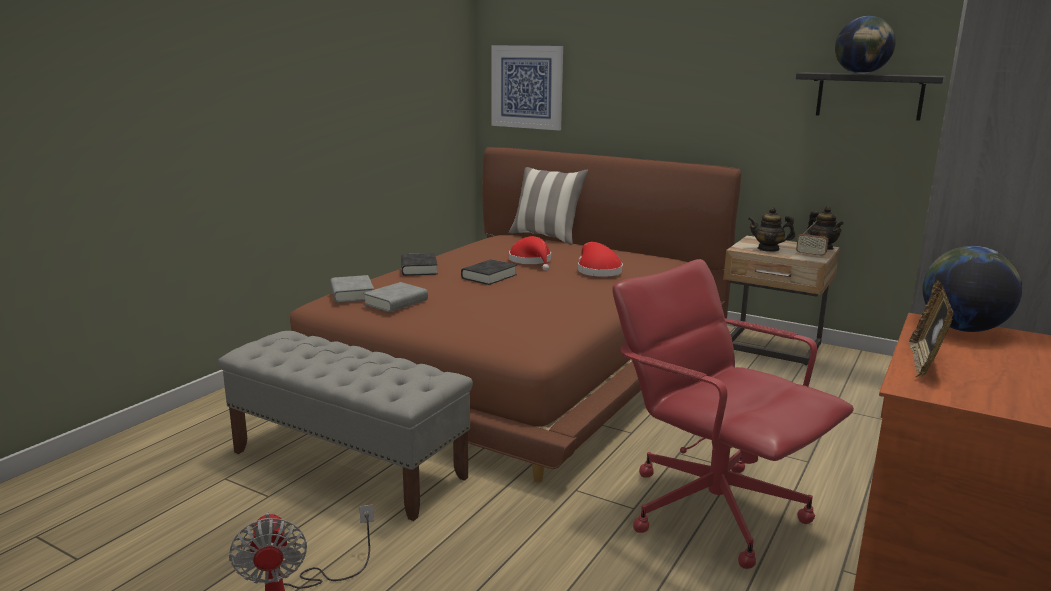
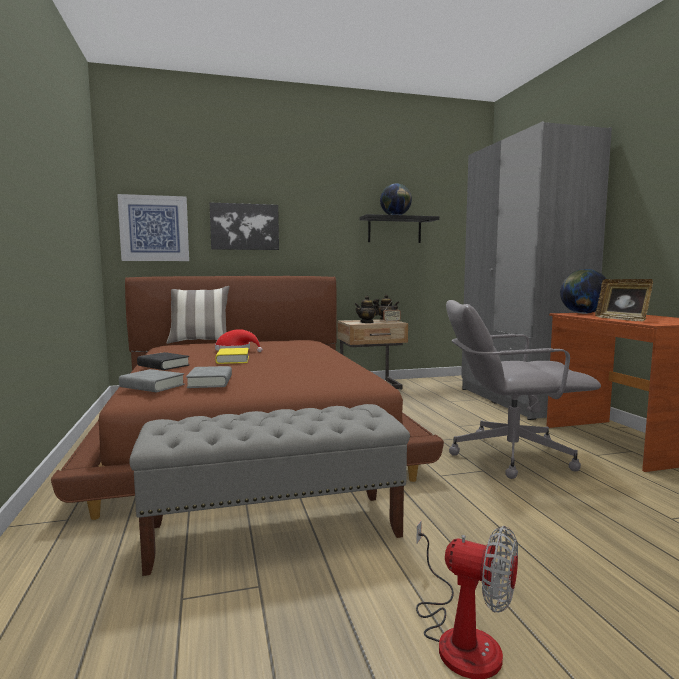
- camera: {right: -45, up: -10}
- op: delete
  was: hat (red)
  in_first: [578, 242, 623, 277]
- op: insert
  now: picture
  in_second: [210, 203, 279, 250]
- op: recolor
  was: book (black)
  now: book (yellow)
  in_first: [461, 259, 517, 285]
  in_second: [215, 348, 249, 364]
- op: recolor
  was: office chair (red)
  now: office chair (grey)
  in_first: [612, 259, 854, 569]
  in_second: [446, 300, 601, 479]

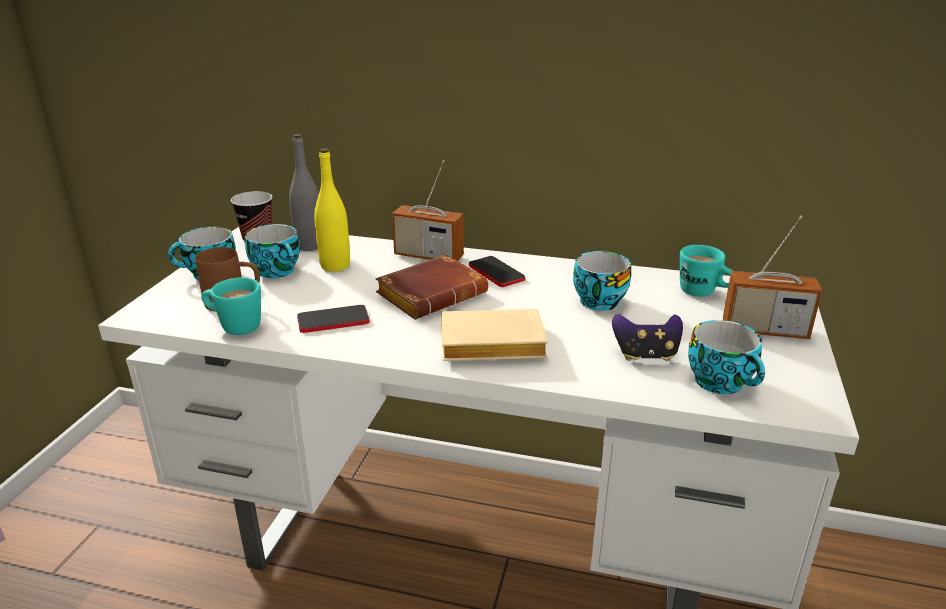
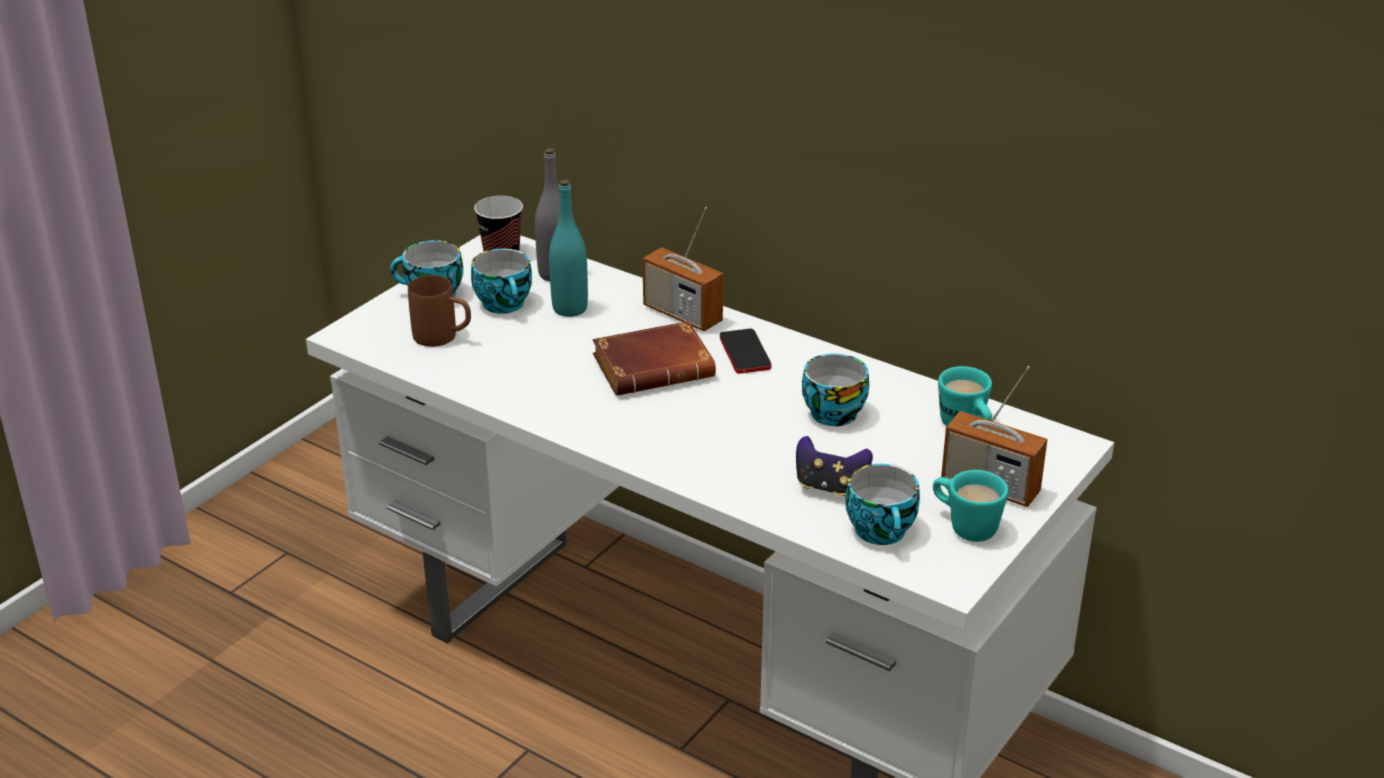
- camera: {right: 20, up: 5}
- op: delete
  was: phone
  in_first: [297, 305, 370, 333]
- op: delete
  was: book (beige)
  in_first: [441, 309, 548, 361]
- op: move
  was: mug (turquoise)
  in_first: [201, 277, 261, 335]
  in_second: [933, 470, 1008, 542]
- op: recolor
  was: bottle (yellow)
  now: bottle (turquoise)
  in_first: [314, 148, 350, 272]
  in_second: [549, 179, 588, 317]

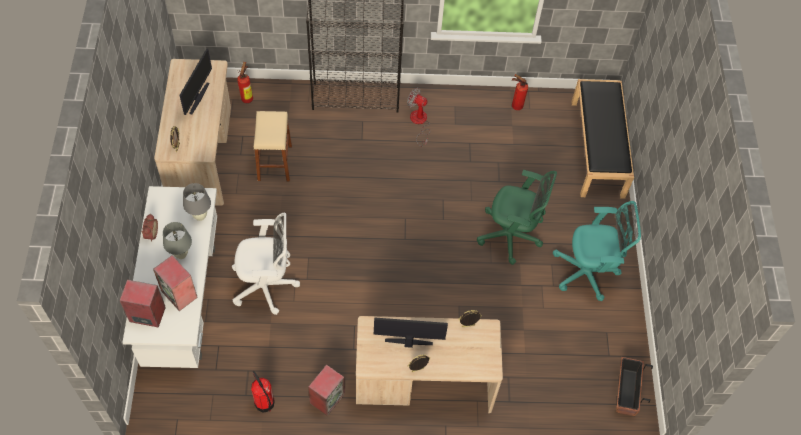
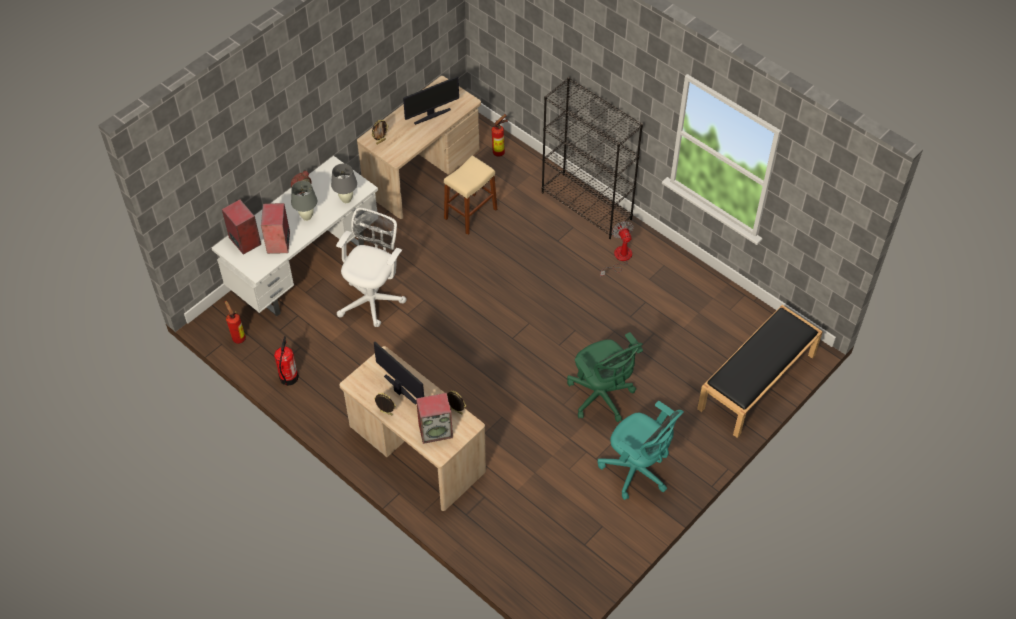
- camera: {right: 45, up: -5}
- op: delete
  was: planter
  in_first: [616, 357, 653, 416]
- op: move
  was: speaker
  in_first: [308, 365, 345, 416]
  in_second: [416, 393, 453, 444]
- op: move
  was: fire extinguisher
  in_first: [512, 74, 528, 110]
  in_second: [224, 300, 246, 344]
- op: rotate
  was: office chair (white)
  in_first: [232, 213, 300, 315]
  in_second: [336, 208, 407, 327]
  clockwise: -105

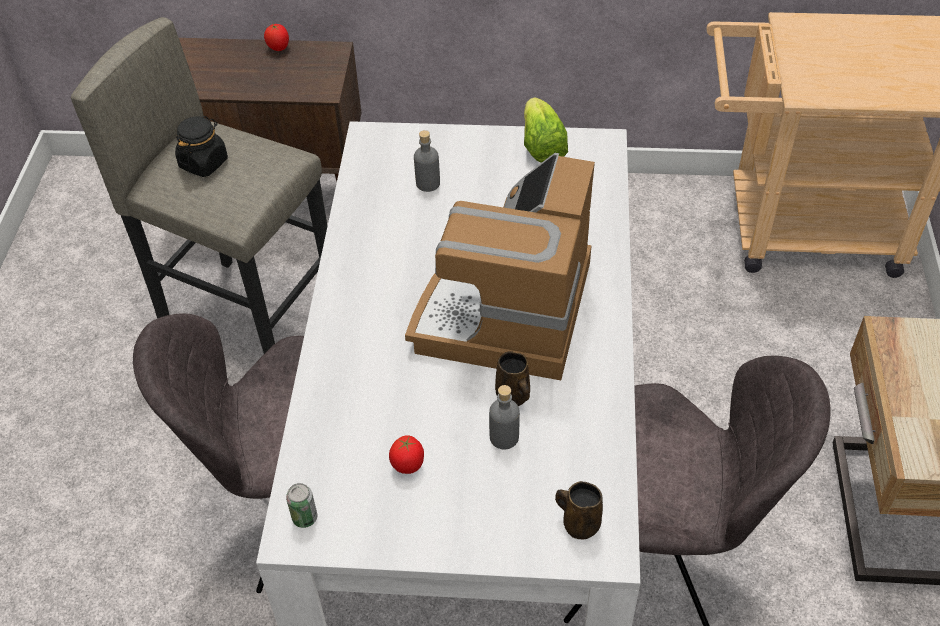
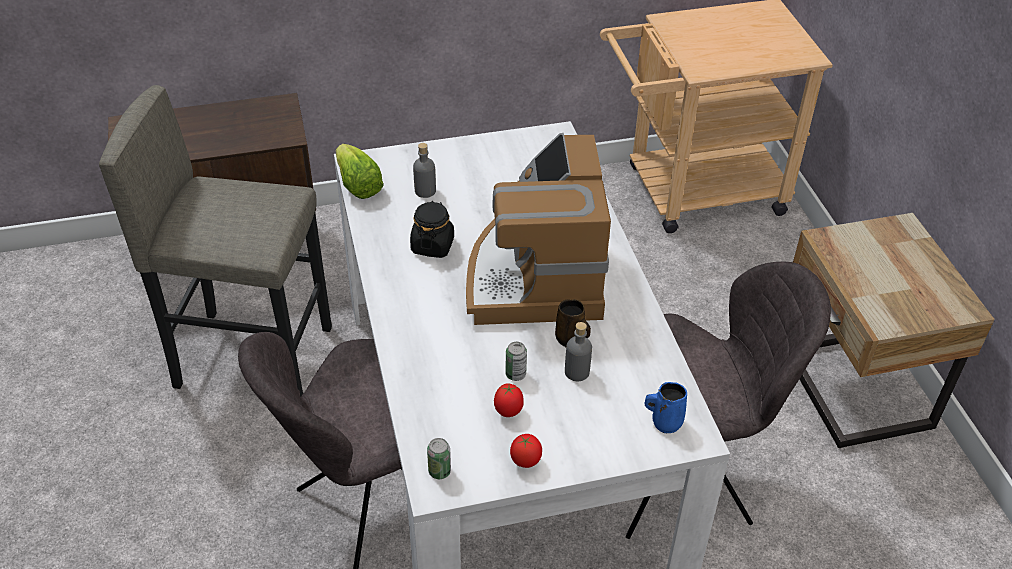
- camera: {right: -20, up: -5}
- op: insert
  now: can
  in_second: [505, 342, 527, 381]
- op: move
  was: jar (black)
  in_first: [175, 116, 228, 177]
  in_second: [410, 201, 454, 258]
- op: move
  was: tomato
  in_first: [264, 24, 289, 51]
  in_second: [510, 434, 542, 468]
- op: move
  was: lettuce
  in_first: [524, 97, 568, 163]
  in_second: [336, 144, 384, 199]
- op: recolor
  was: mug (brown)
  now: mug (blue)
  in_first: [555, 481, 603, 540]
  in_second: [644, 382, 687, 433]

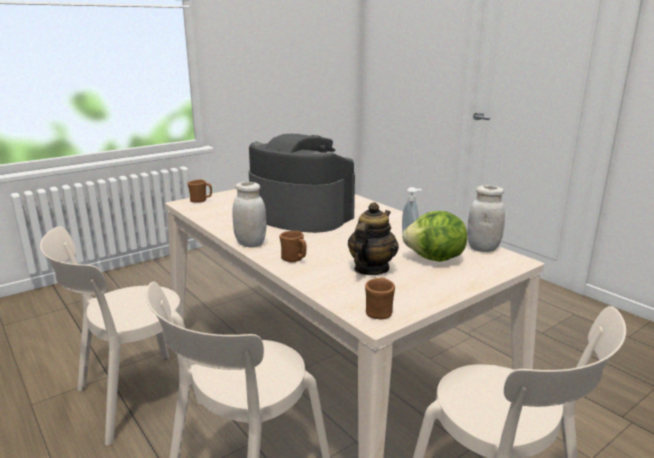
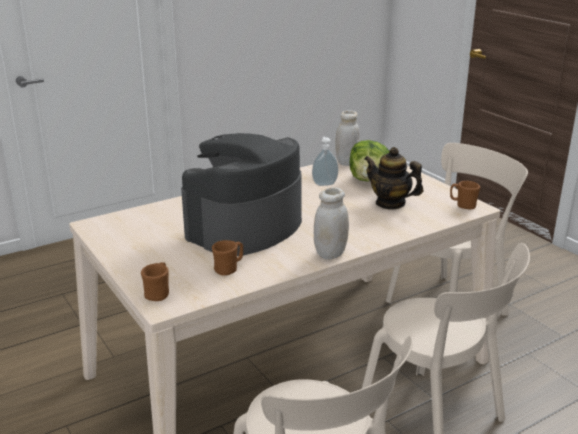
- camera: {right: -85, up: 5}
- op: move
  was: mug (brown)
  in_first: [279, 231, 306, 262]
  in_second: [212, 240, 243, 276]

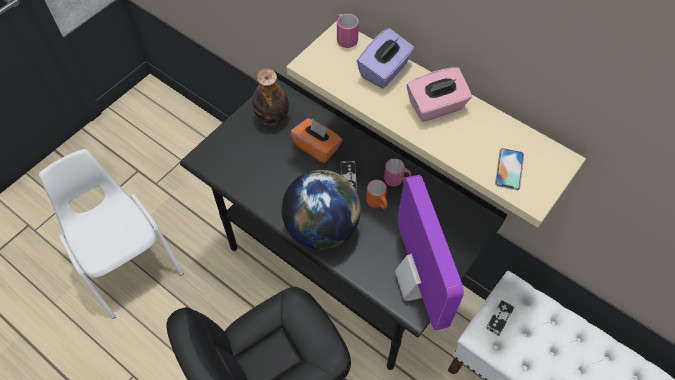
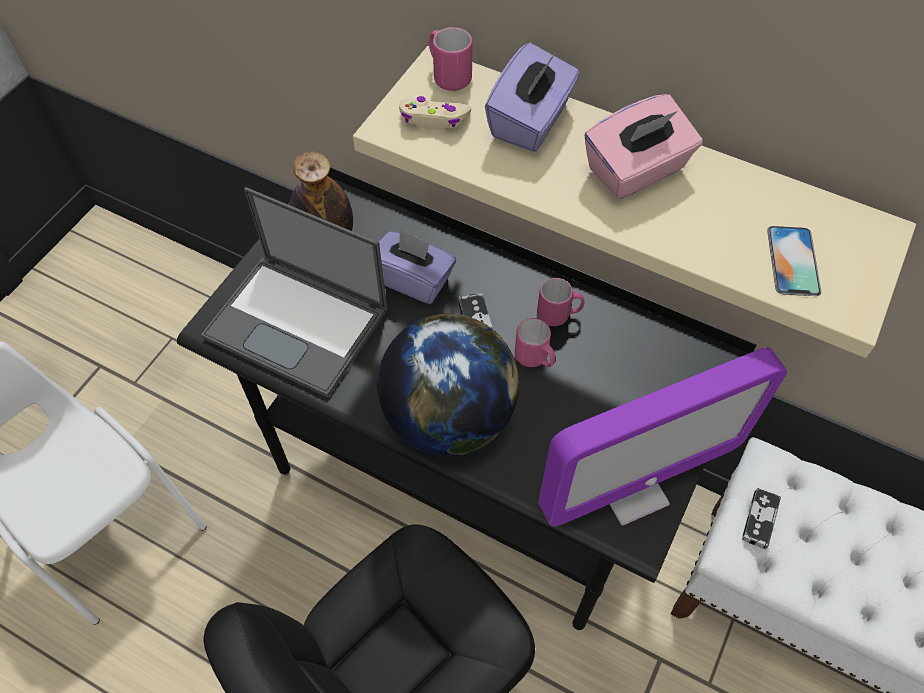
- camera: {right: -10, up: 0}
- op: insert
  now: laptop
  in_second: [201, 187, 388, 398]
- op: insert
  now: game controller (beige)
  in_second: [399, 96, 471, 130]
- op: recolor
  was: tissue box (orange)
  now: tissue box (purple)
  in_first: [291, 118, 343, 163]
  in_second: [379, 229, 456, 304]
- op: recolor
  was: mug (orange)
  now: mug (pink)
  in_first: [366, 180, 387, 209]
  in_second: [515, 318, 556, 367]
- op: rotate
  was: monitor
  in_first: [395, 175, 464, 330]
  in_second: [539, 347, 787, 526]
  clockwise: 90

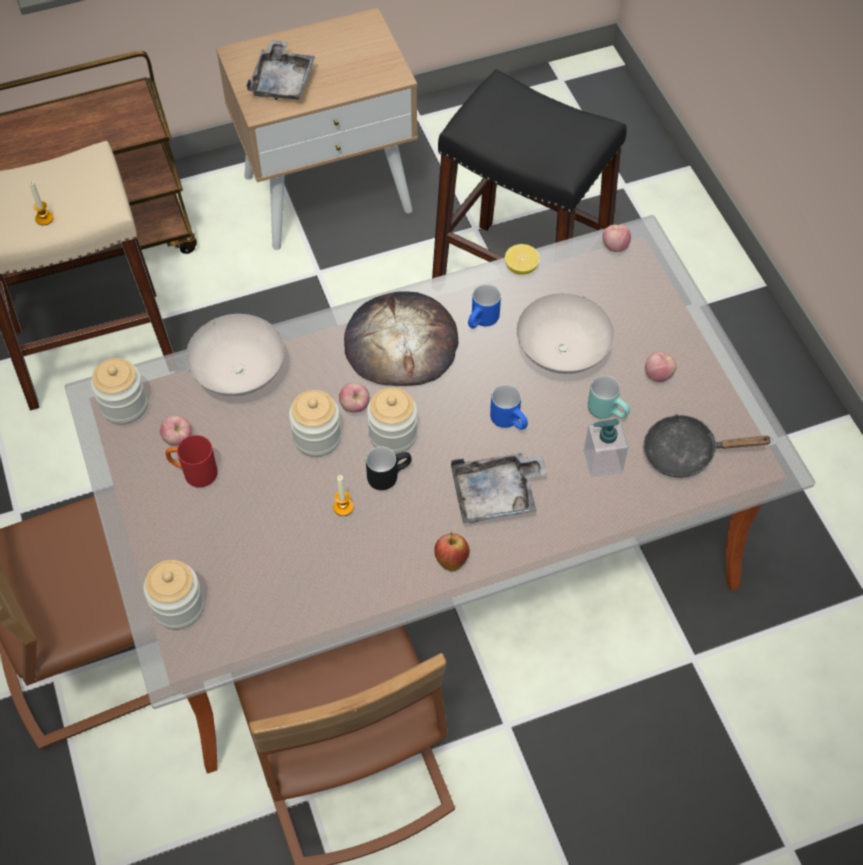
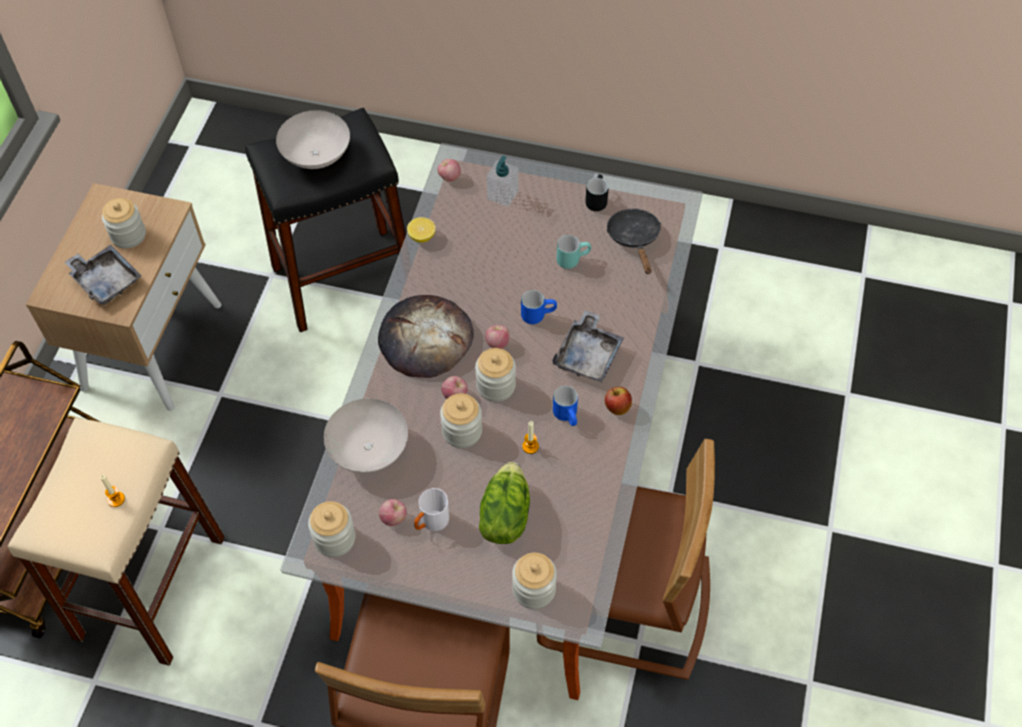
- camera: {right: -55, up: 0}
- op: insert
  now: jar
  in_second: [102, 198, 146, 249]
- op: insert
  now: lettuce
  in_second: [479, 462, 530, 544]
- op: move
  was: mug (black)
  in_first: [366, 446, 412, 490]
  in_second: [585, 174, 609, 211]
- op: move
  was: mug (blue)
  in_first: [468, 284, 501, 329]
  in_second: [553, 386, 578, 426]
- op: move
  was: bowl (white)
  in_first: [517, 293, 614, 374]
  in_second: [276, 110, 350, 169]
- op: move
  was: soap dispenser
  in_first: [584, 419, 628, 477]
  in_second: [487, 156, 518, 207]
- op: move
  was: apple
  in_first: [645, 352, 677, 382]
  in_second: [485, 325, 510, 349]
- op: recolor
  was: mug (red)
  now: mug (white)
  in_first: [165, 435, 218, 487]
  in_second: [414, 488, 449, 531]
- op: rotate
  was: frying pan (black)
  in_first: [643, 414, 773, 478]
  in_second: [607, 209, 661, 274]
  clockwise: 135

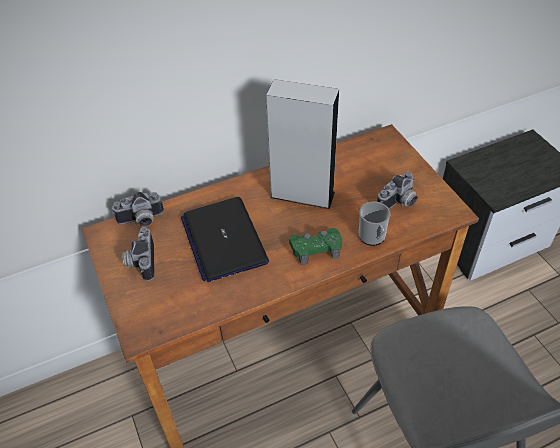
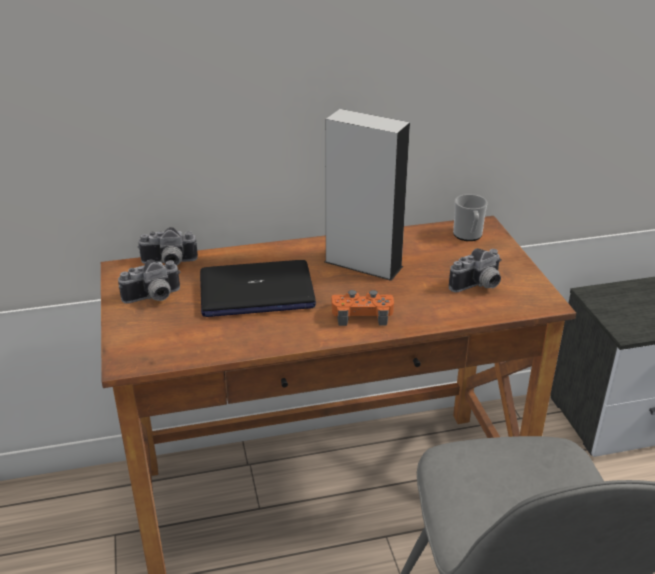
- camera: {right: 10, up: -15}
- op: move
  was: mug
  in_first: [359, 201, 391, 246]
  in_second: [453, 194, 488, 241]
- op: recolor
  was: game controller (green)
  now: game controller (orange)
  in_first: [289, 228, 342, 265]
  in_second: [332, 290, 394, 326]
- op: rotate
  was: photo camera
  in_first: [122, 227, 155, 281]
  in_second: [118, 259, 180, 304]
  clockwise: -120
- op: rotate
  was: laptop
  in_first: [181, 197, 269, 282]
  in_second: [200, 260, 316, 317]
  clockwise: -90

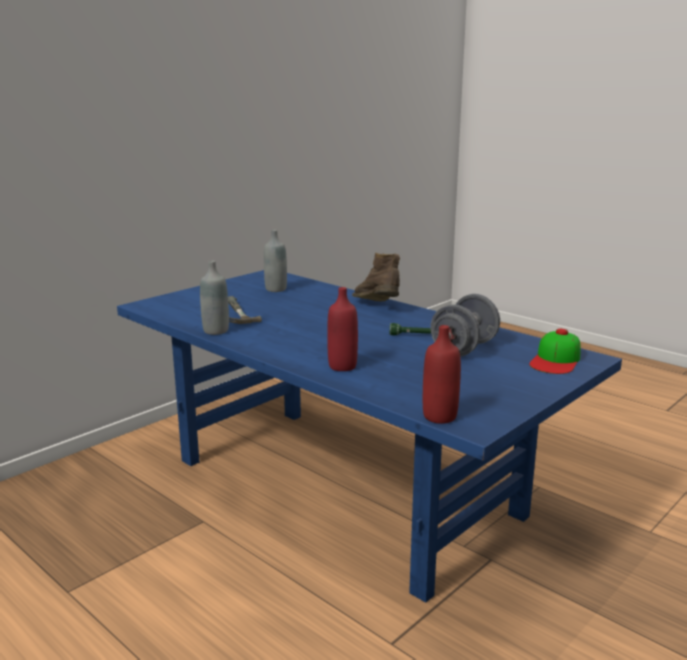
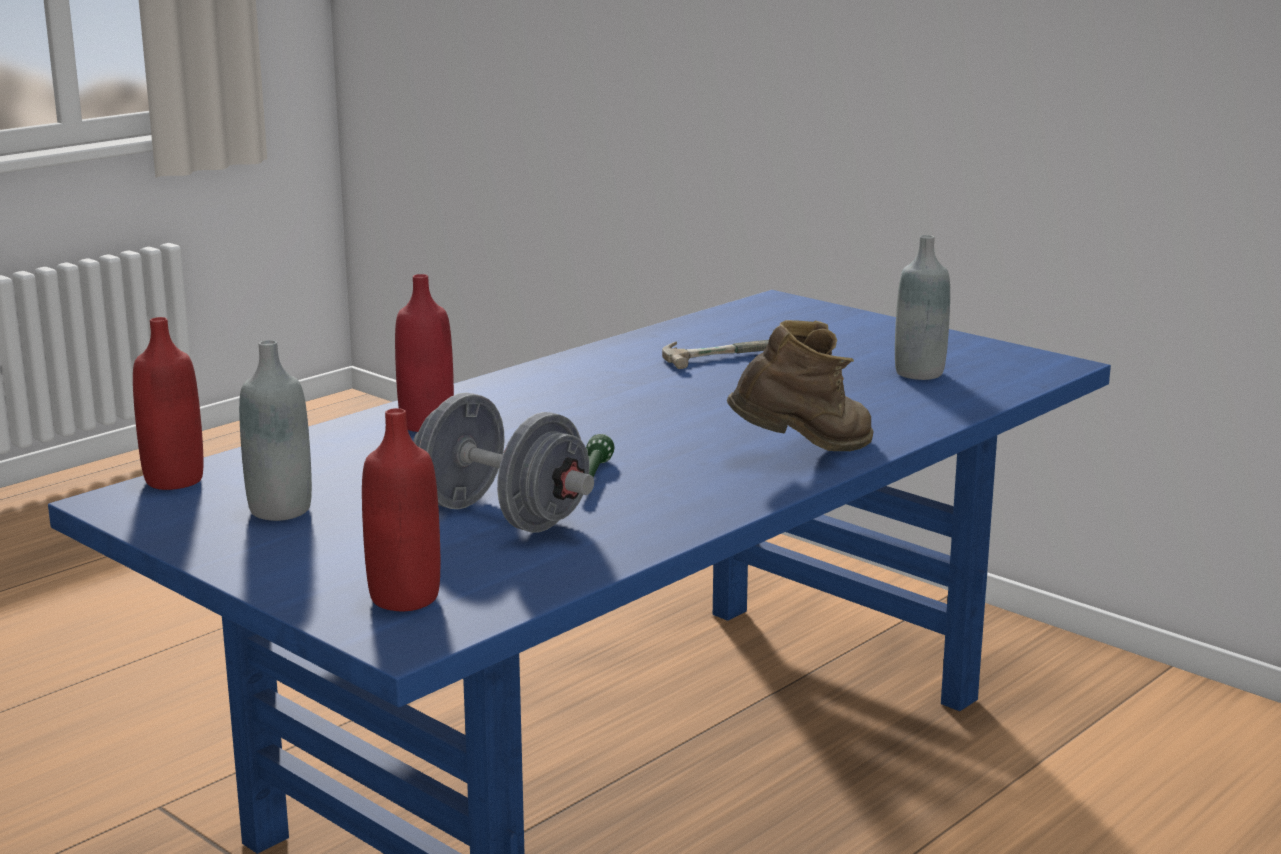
- camera: {right: 90, up: 0}
- op: move
  was: bottle (grey)
  in_first: [200, 261, 229, 335]
  in_second: [239, 340, 312, 521]
- op: replace
  was: cap
  now: bottle (red)
  in_first: [530, 329, 581, 374]
  in_second: [362, 408, 440, 611]

